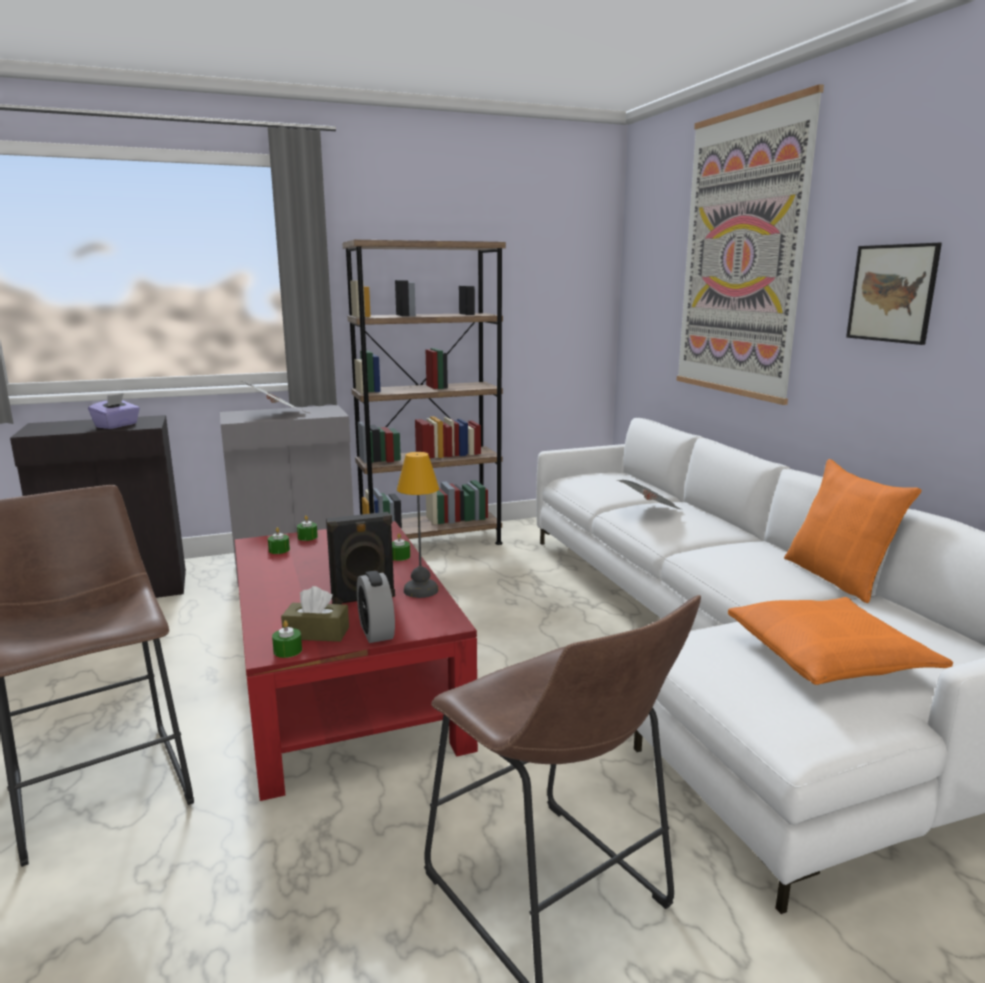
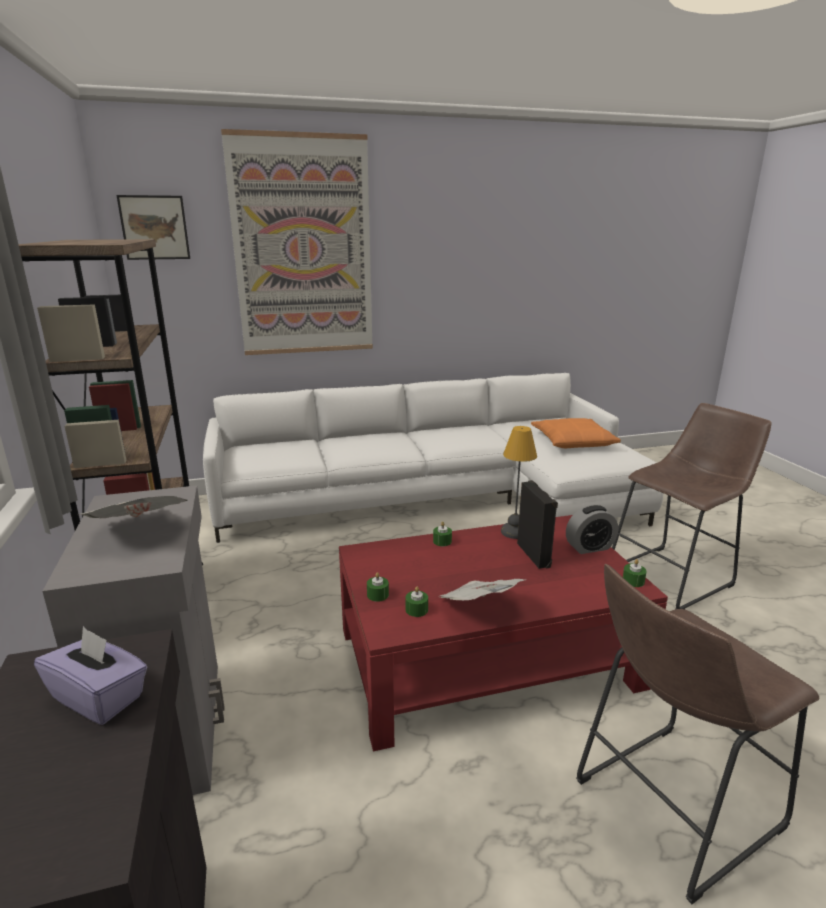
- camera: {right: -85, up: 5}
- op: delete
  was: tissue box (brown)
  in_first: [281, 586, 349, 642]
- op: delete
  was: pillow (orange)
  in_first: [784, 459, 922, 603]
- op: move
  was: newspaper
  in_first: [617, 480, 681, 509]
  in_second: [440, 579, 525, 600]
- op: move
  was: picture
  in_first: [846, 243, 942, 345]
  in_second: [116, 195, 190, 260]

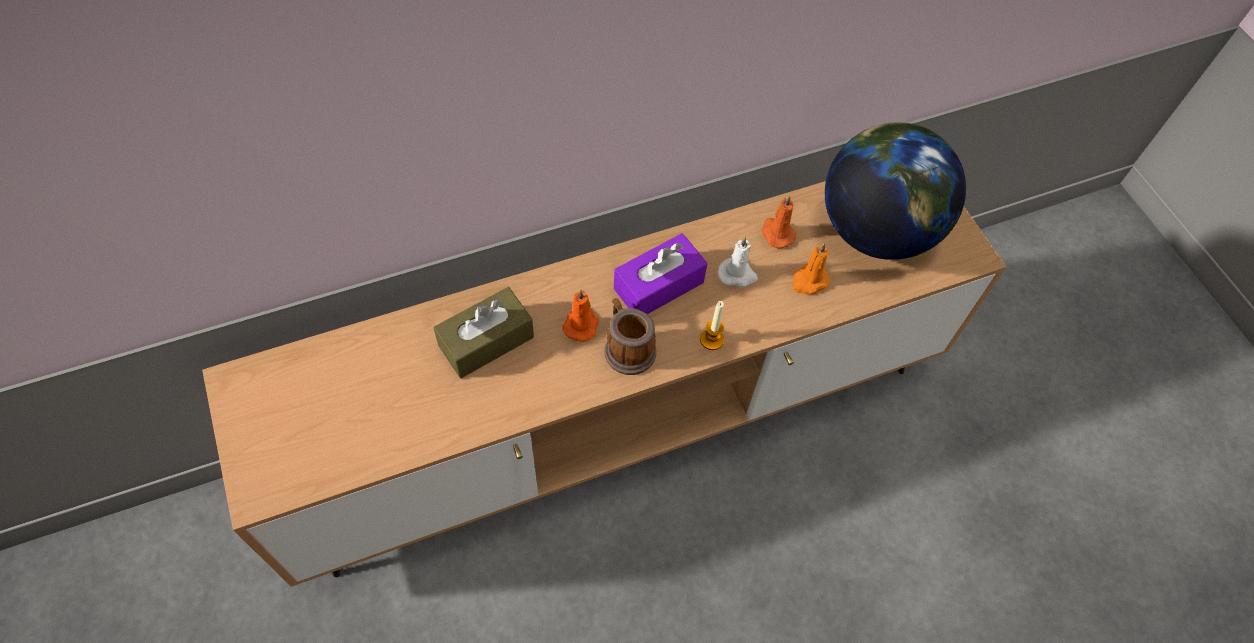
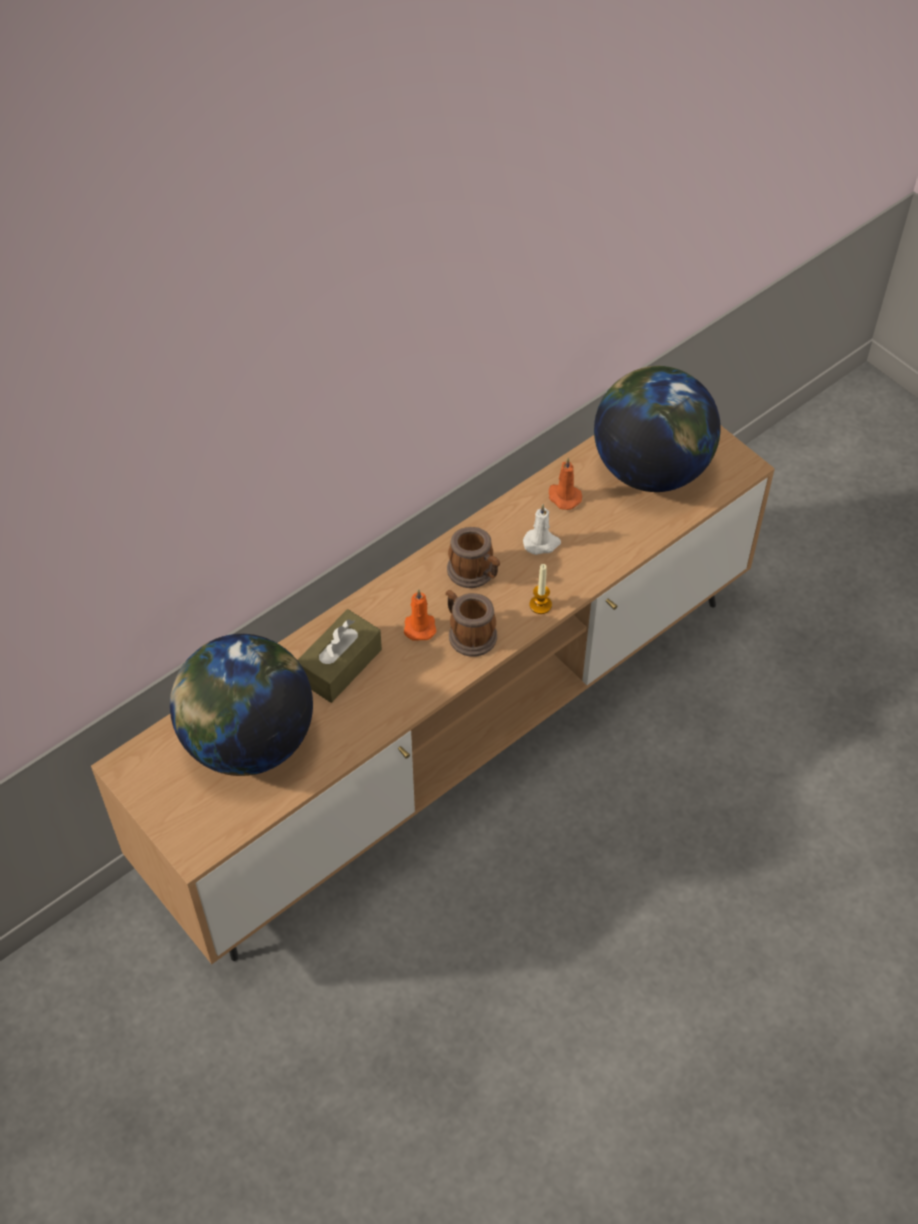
- camera: {right: -15, up: -5}
- op: delete
  was: candle (orange)
  in_first: [792, 243, 830, 294]
- op: insert
  now: globe
  in_second: [170, 634, 313, 776]
- op: replace
  was: tissue box (purple)
  now: mug
  in_first: [614, 233, 708, 314]
  in_second: [447, 527, 500, 588]

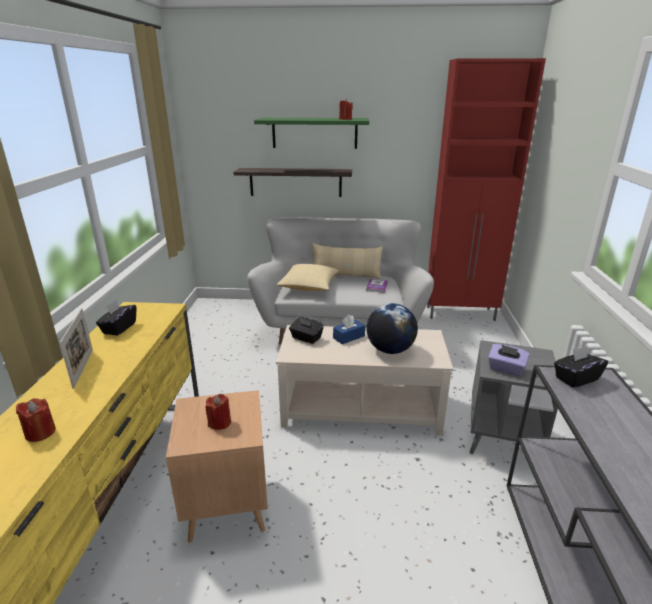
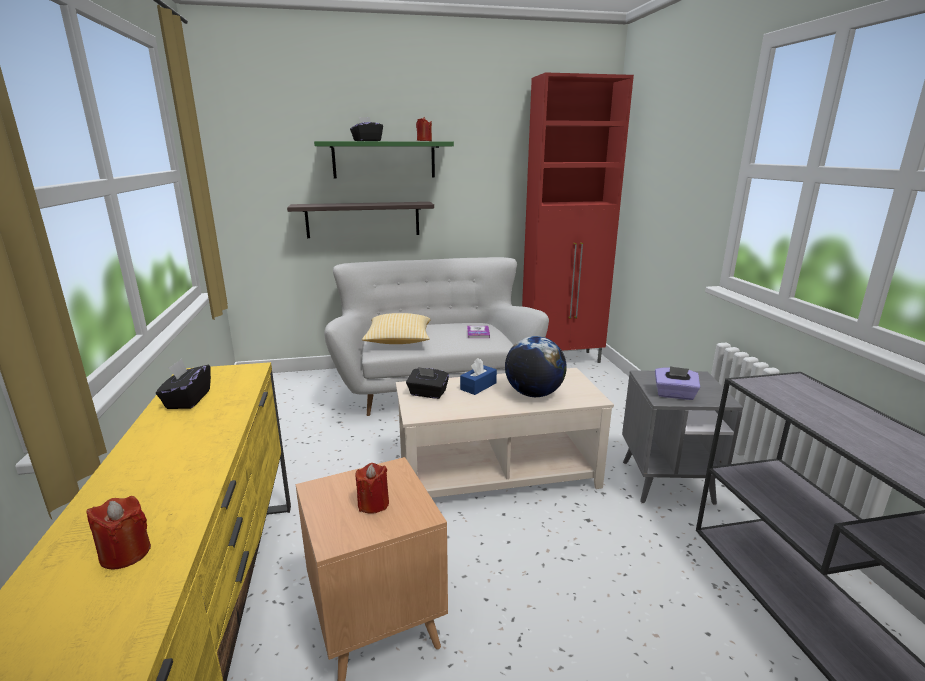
- camera: {right: -15, up: -5}
- op: delete
  was: picture frame
  in_first: [59, 308, 93, 389]
- op: delete
  was: pillow (beige)
  in_first: [312, 243, 383, 279]
- op: move
  was: tissue box (black)
  in_first: [554, 346, 608, 388]
  in_second: [350, 117, 383, 141]

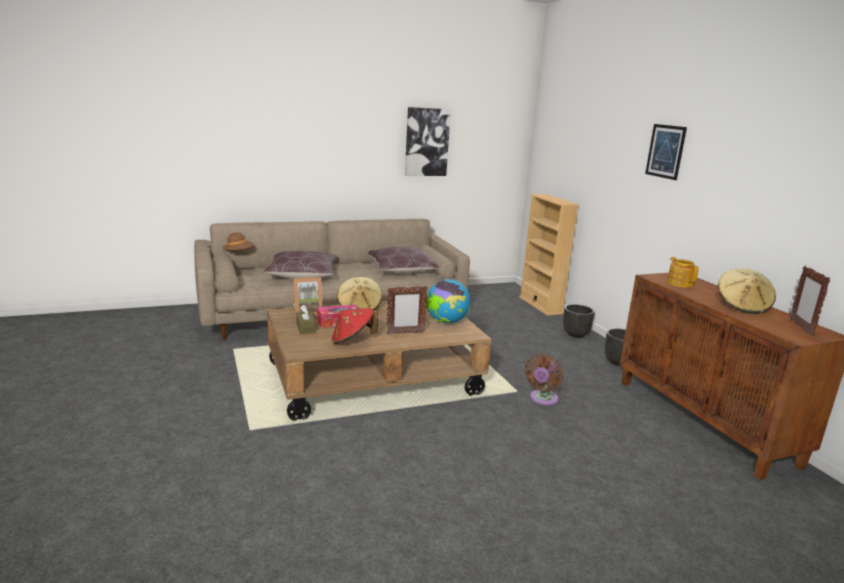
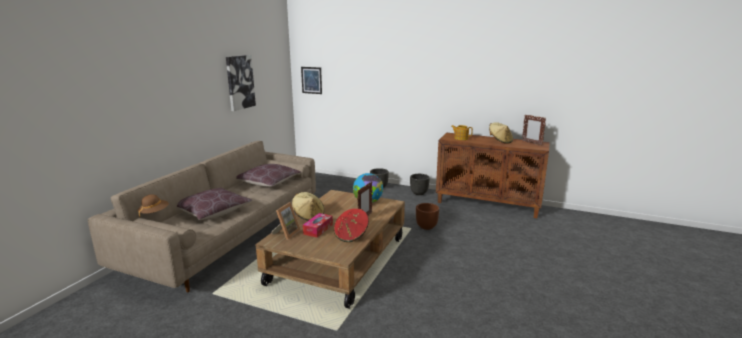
- camera: {right: -45, up: 0}
- op: delete
  was: tissue box (brown)
  in_first: [296, 305, 316, 334]
- op: delete
  was: bookcase (beige)
  in_first: [519, 194, 579, 316]
- op: move
  was: picture
  in_first: [645, 124, 687, 180]
  in_second: [301, 67, 322, 94]
- op: replace
  was: fan (brown)
  now: planter (brown)
  in_first: [525, 354, 563, 405]
  in_second: [416, 203, 439, 230]

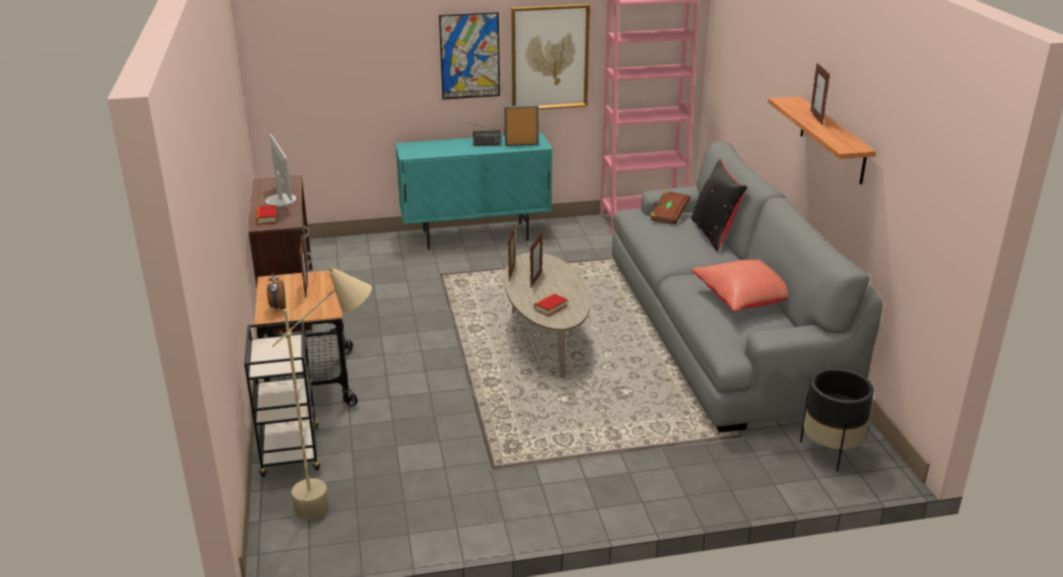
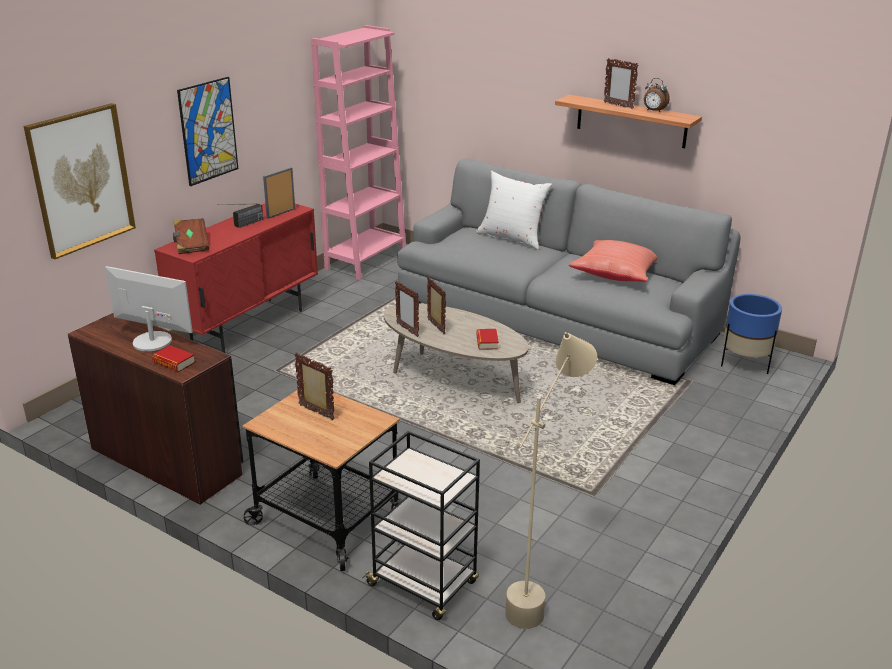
- camera: {right: -45, up: 0}
- op: move
  was: alarm clock
  in_first: [267, 272, 286, 312]
  in_second: [644, 78, 670, 112]
- op: move
  was: picture
  in_first: [511, 4, 590, 109]
  in_second: [24, 103, 136, 259]
- op: move
  was: book (brown)
  in_first: [650, 190, 691, 225]
  in_second: [173, 218, 209, 254]
- op: recolor
  was: cabinet (turquoise)
  now: cabinet (red)
  in_first: [395, 133, 552, 249]
  in_second: [154, 204, 318, 353]
- op: recolor
  was: pillow (black)
  now: pillow (white)
  in_first: [691, 159, 748, 252]
  in_second: [476, 171, 552, 250]
- op: recolor
  was: planter (black)
  now: planter (blue)
  in_first: [800, 368, 874, 472]
  in_second: [721, 294, 782, 374]

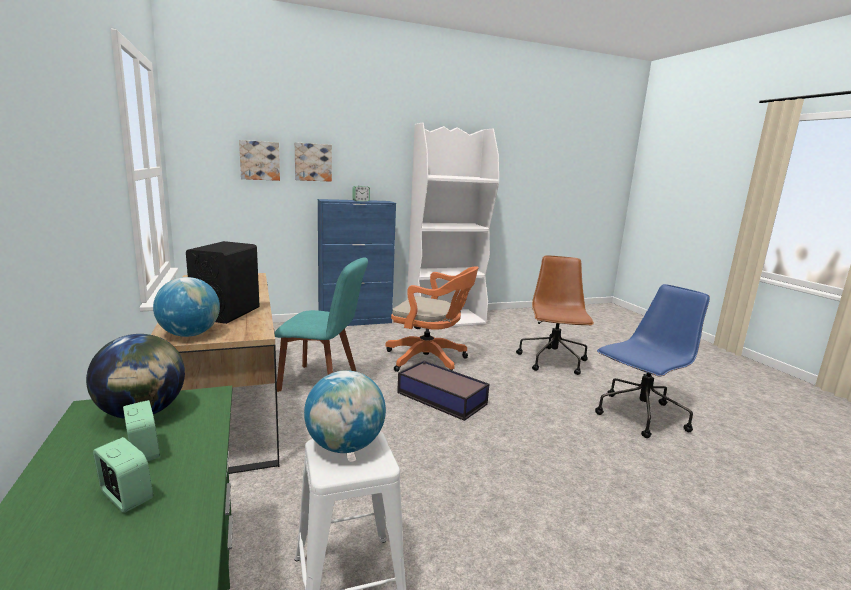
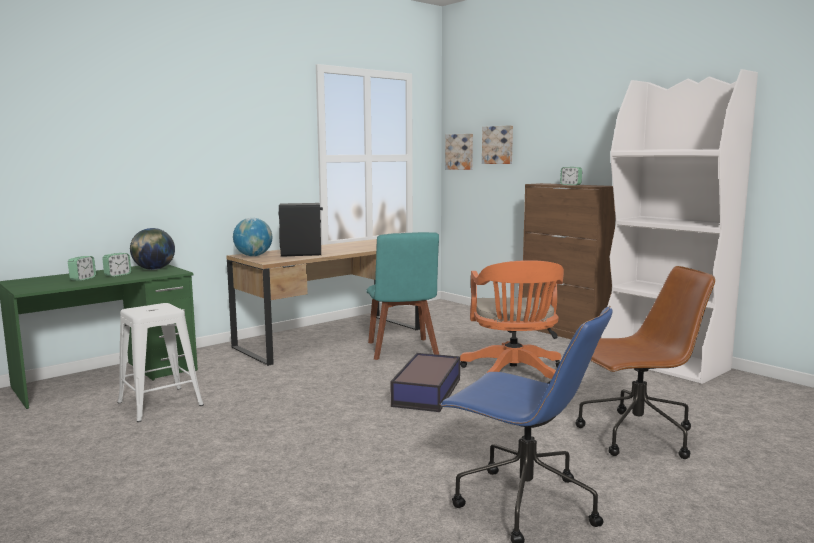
- camera: {right: 70, up: -5}
- op: delete
  was: globe
  in_first: [304, 370, 386, 453]
- op: move
  was: picture
  in_first: [295, 142, 332, 182]
  in_second: [445, 134, 473, 170]
- op: recolor
  was: cabinet (blue)
  now: cabinet (brown)
  in_first: [318, 199, 396, 326]
  in_second: [522, 183, 616, 340]

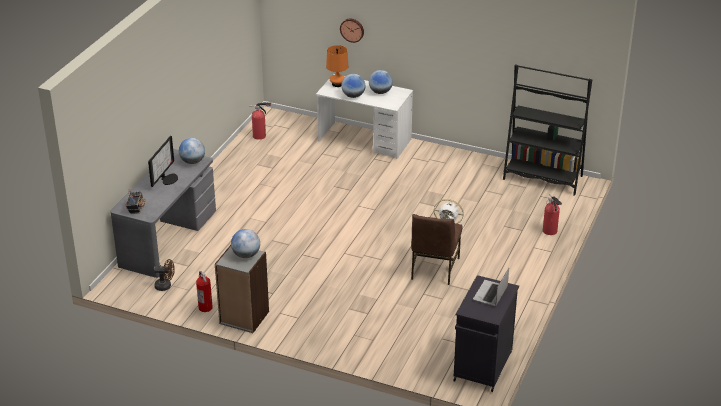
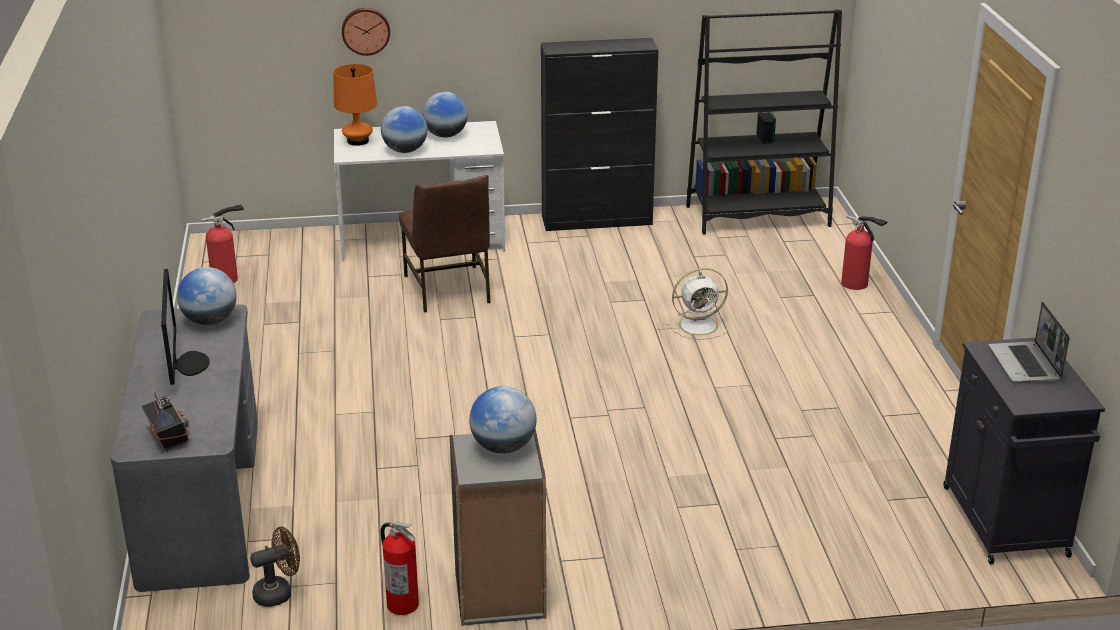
- camera: {right: -30, up: -5}
- op: insert
  now: cabinet (black)
  in_second: [541, 38, 658, 231]
- op: move
  was: chair (brown)
  in_first: [411, 214, 462, 285]
  in_second: [399, 175, 491, 313]

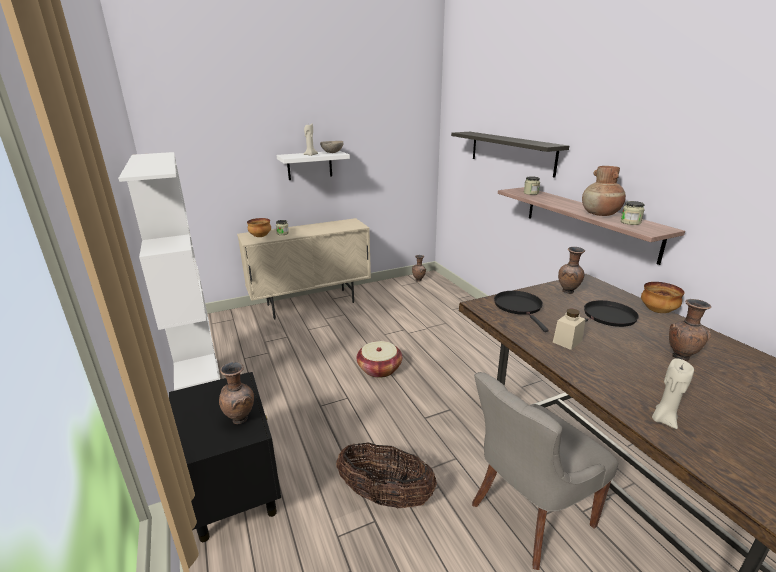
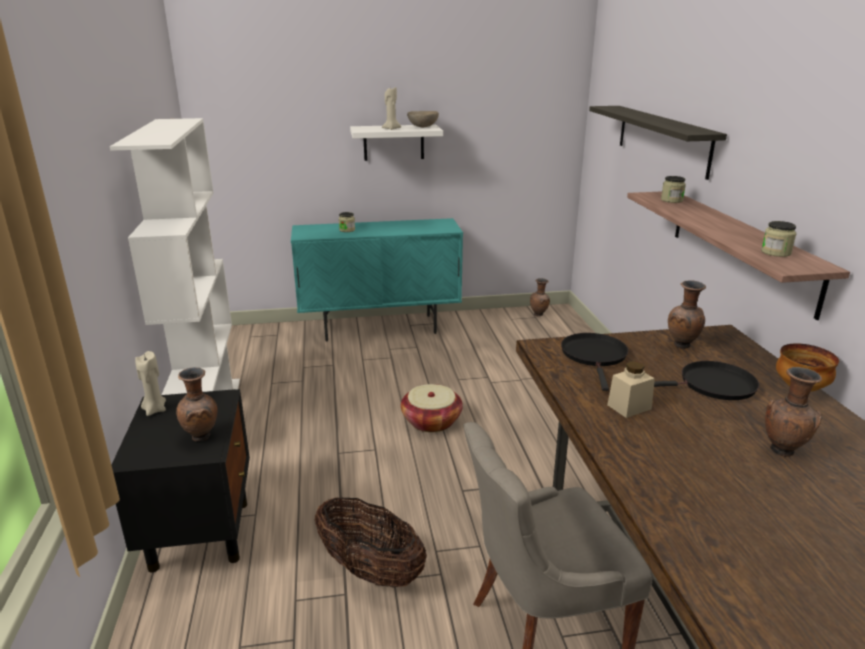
- camera: {right: 15, up: 0}
- op: delete
  was: bowl
  in_first: [247, 218, 271, 237]
- op: delete
  was: vase (brown)
  in_first: [582, 166, 626, 216]
- op: move
  was: candle (beige)
  in_first: [652, 358, 694, 429]
  in_second: [135, 351, 166, 416]
- op: recolor
  was: cabinet (beige)
  now: cabinet (turquoise)
  in_first: [237, 218, 371, 319]
  in_second: [291, 218, 463, 342]

